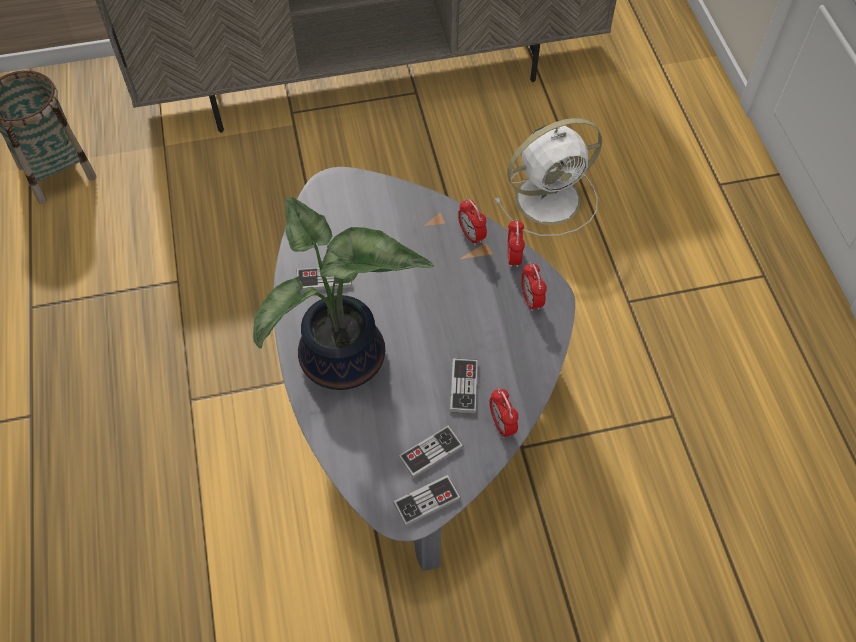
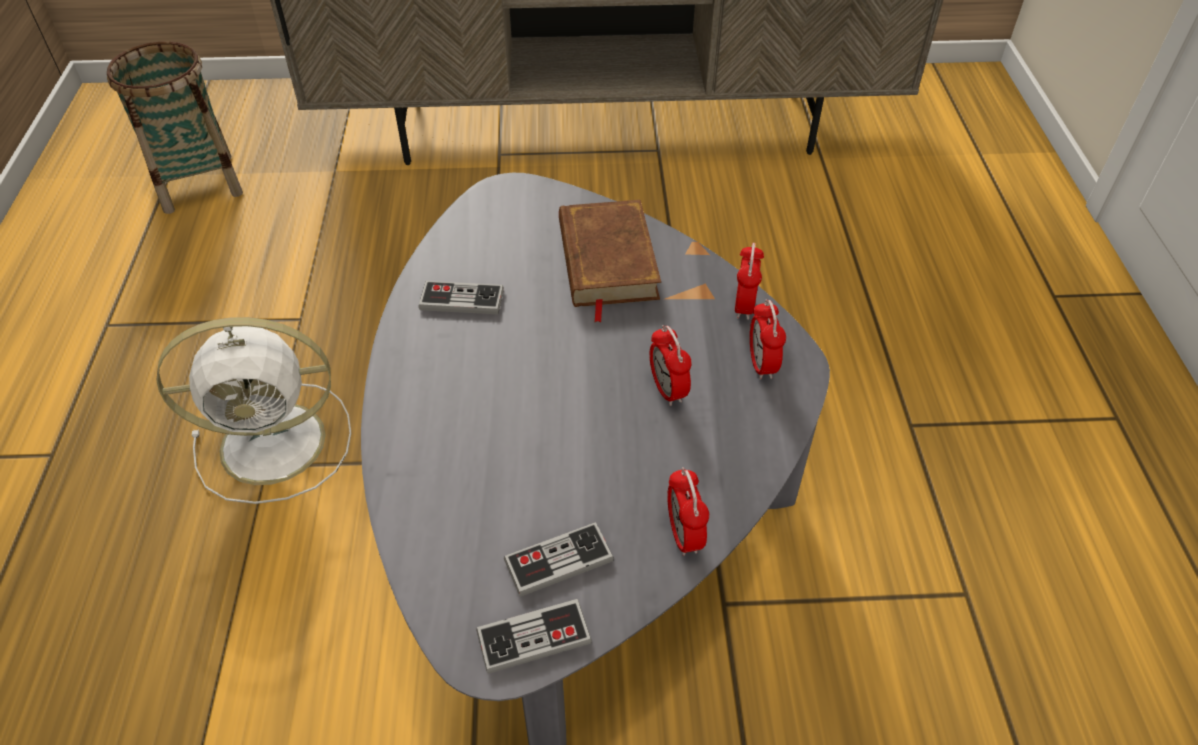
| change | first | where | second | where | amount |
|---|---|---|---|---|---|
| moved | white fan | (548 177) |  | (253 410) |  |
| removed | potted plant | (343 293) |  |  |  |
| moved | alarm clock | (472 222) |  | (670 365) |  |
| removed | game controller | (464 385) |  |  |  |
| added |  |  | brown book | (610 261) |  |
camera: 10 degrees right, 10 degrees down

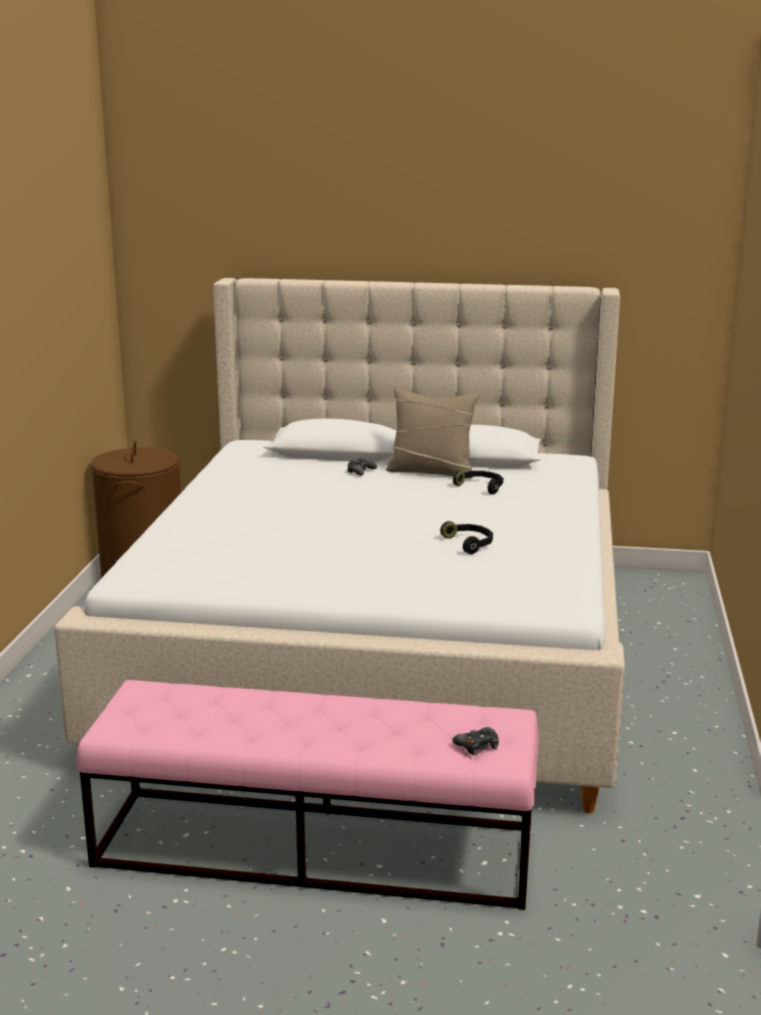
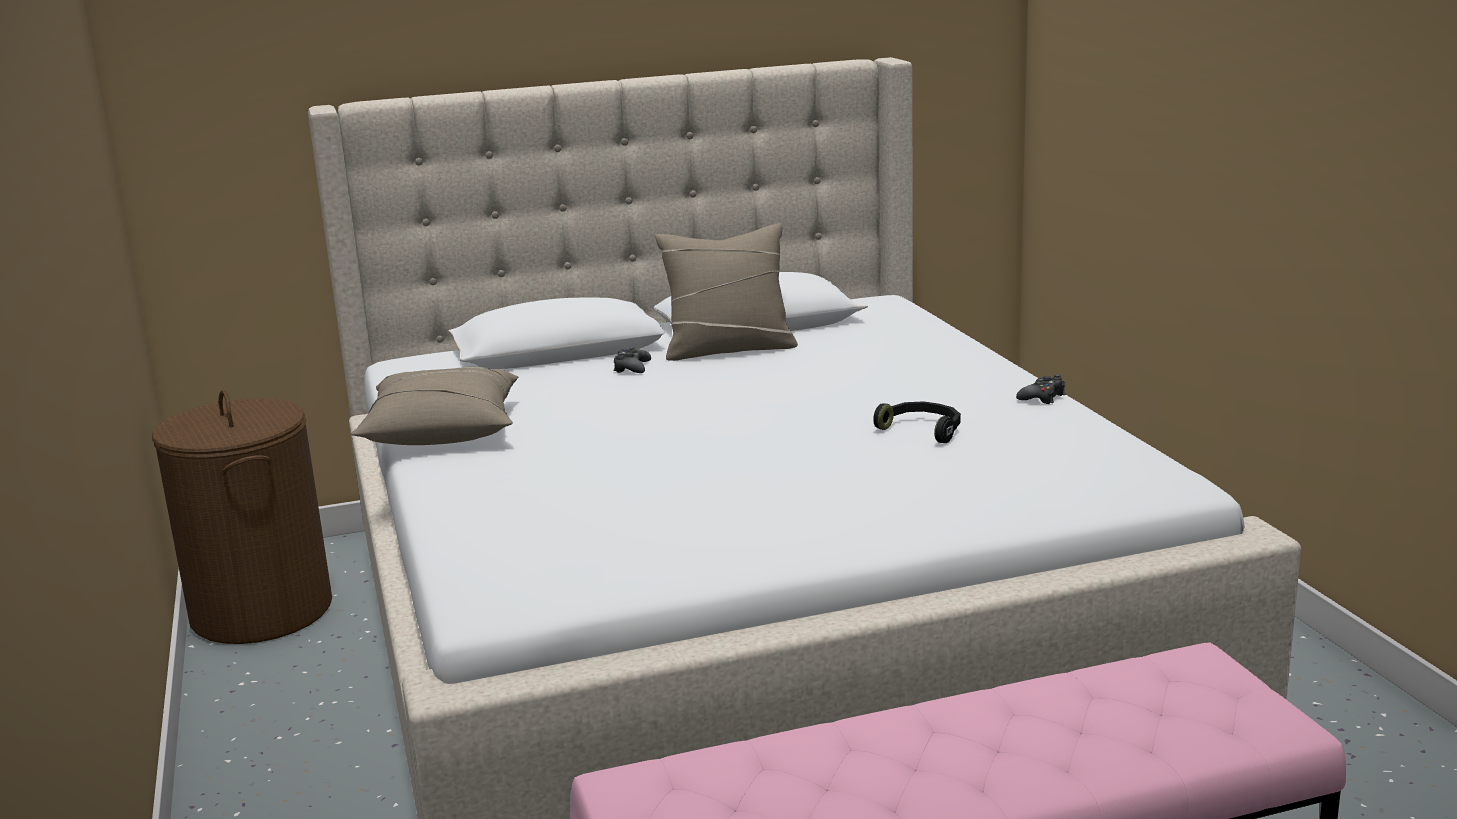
| change | first | where | second | where | amount |
|---|---|---|---|---|---|
| removed | black headphones | (478 482) |  |  |  |
| moved | black game controller | (476 741) |  | (1041 389) |  |
| added |  |  | beige pillow | (434 406) |  |
camera: 25 degrees left, 0 degrees up

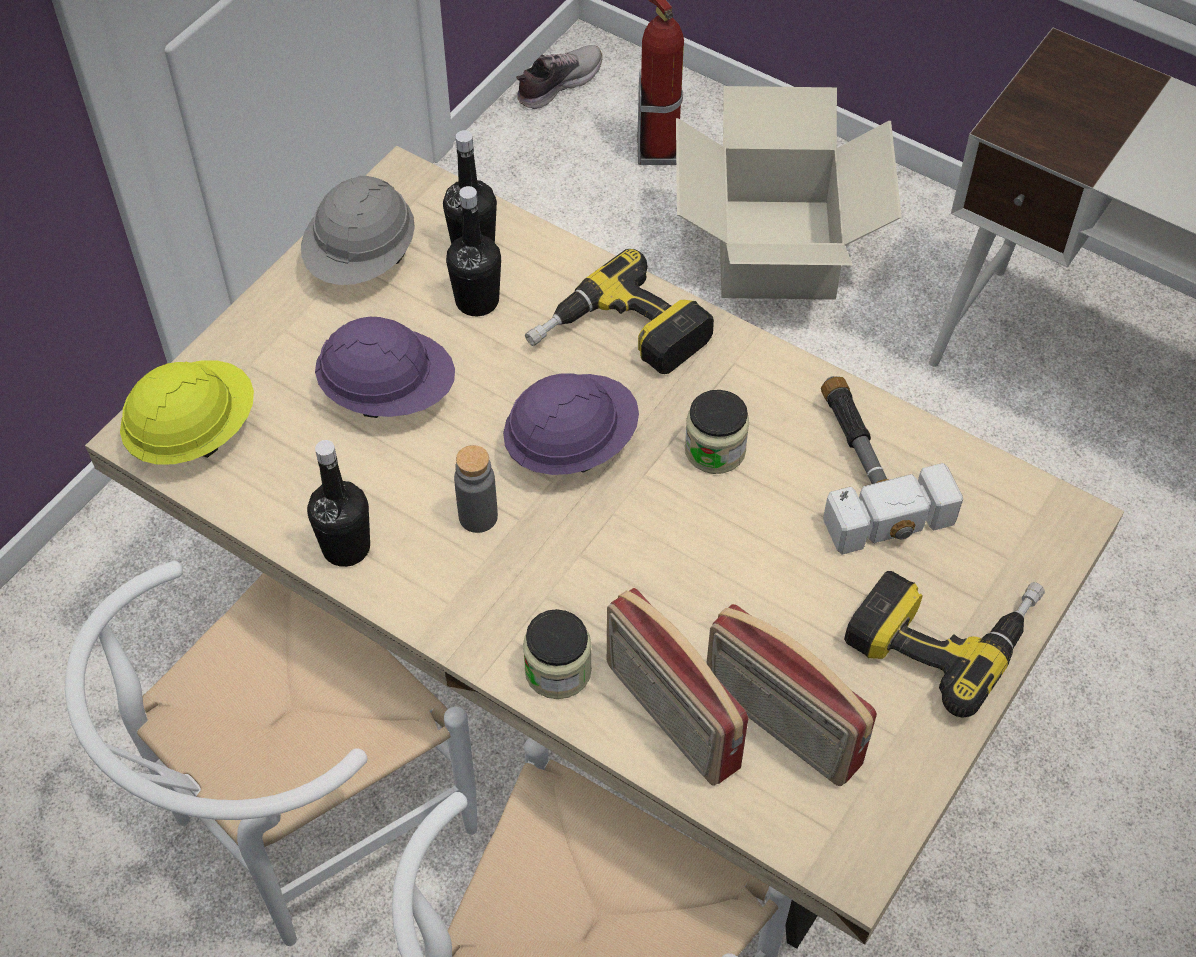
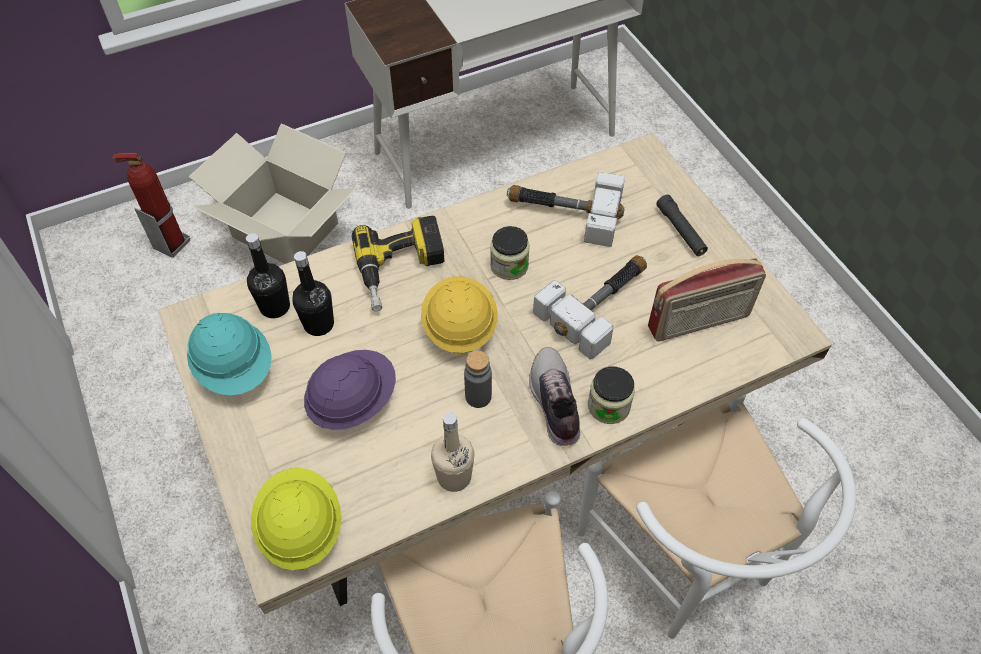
| change | first | where | second | where | amount |
|---|---|---|---|---|---|
| moved | shoe | (559 77) |  | (554 396) |  |
| recoloured | grey hard hat | (358 230) | turquoise hard hat | (229 354) |  |
| recoloured | purple hard hat | (571 424) | yellow hard hat | (459 314) |  |
| recoloured | black bottle | (338 503) | beige bottle | (453 452) |  |
| replaced | power drill | (944 644) | black flashlight | (682 225) |  |
| removed | radio | (677 687) |  |  |  |
| added |  |  | hammer | (590 307) |  |
camera: 60 degrees left, 0 degrees up

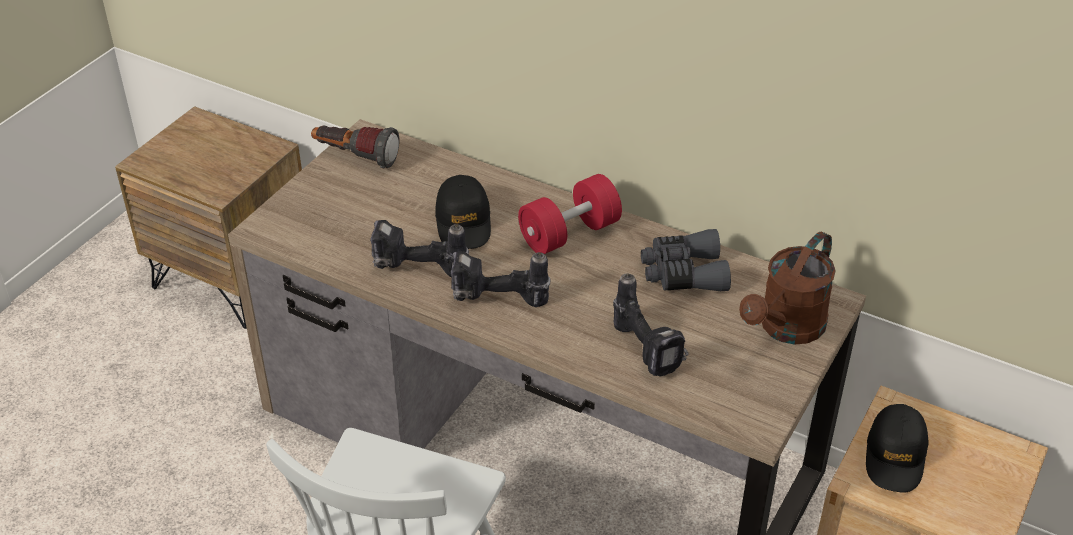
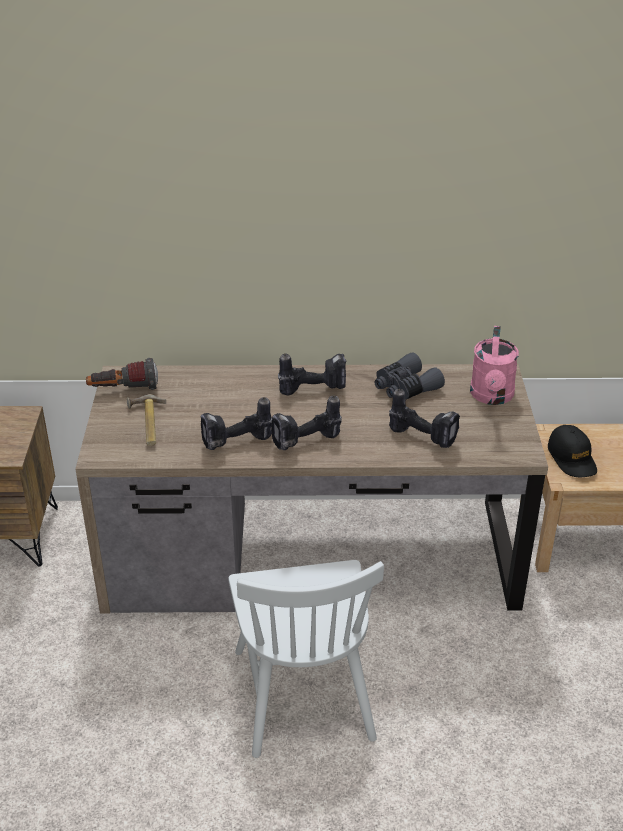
| change | first | where | second | where | amount |
|---|---|---|---|---|---|
| replaced | red dumbbell | (570 214) | power drill | (312 374) |  |
| removed | black cap | (463 212) |  |  |  |
| recoloured | brown watering can | (787 288) | pink watering can | (494 365) |  |
| added |  |  | hammer | (146 420) |  |
camera: 30 degrees left, 5 degrees down

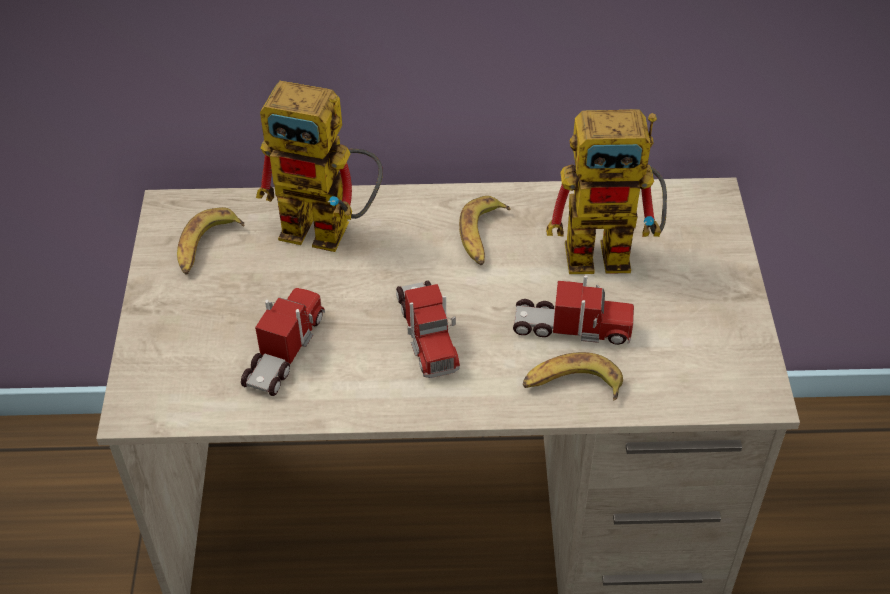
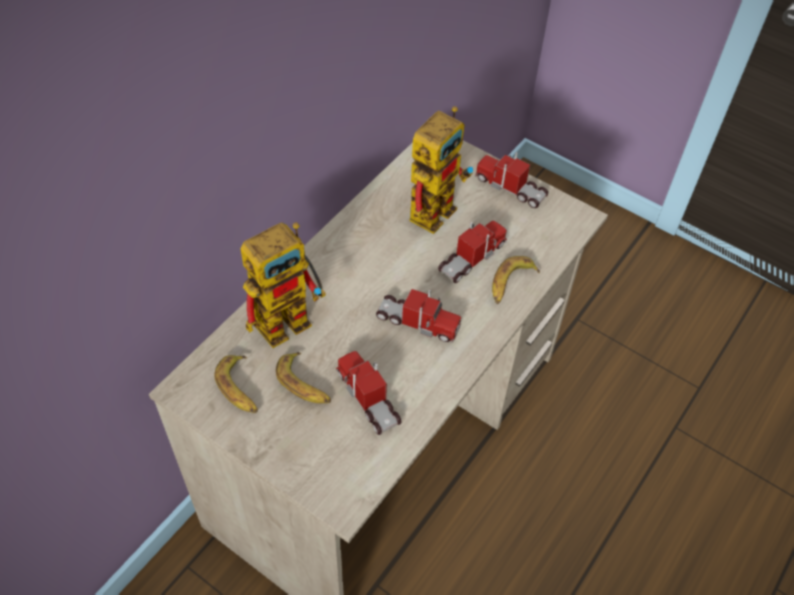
| change | first | where | second | where | amount |
|---|---|---|---|---|---|
| moved | banana | (485 230) |  | (303 377) |  |
| added |  |  | toy truck | (511 180) |  |
camera: 55 degrees left, 5 degrees up

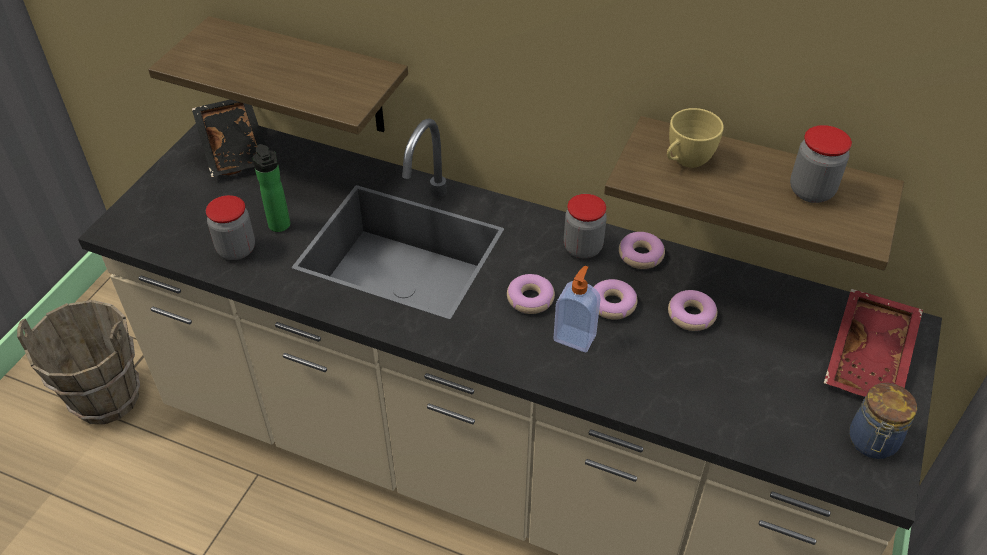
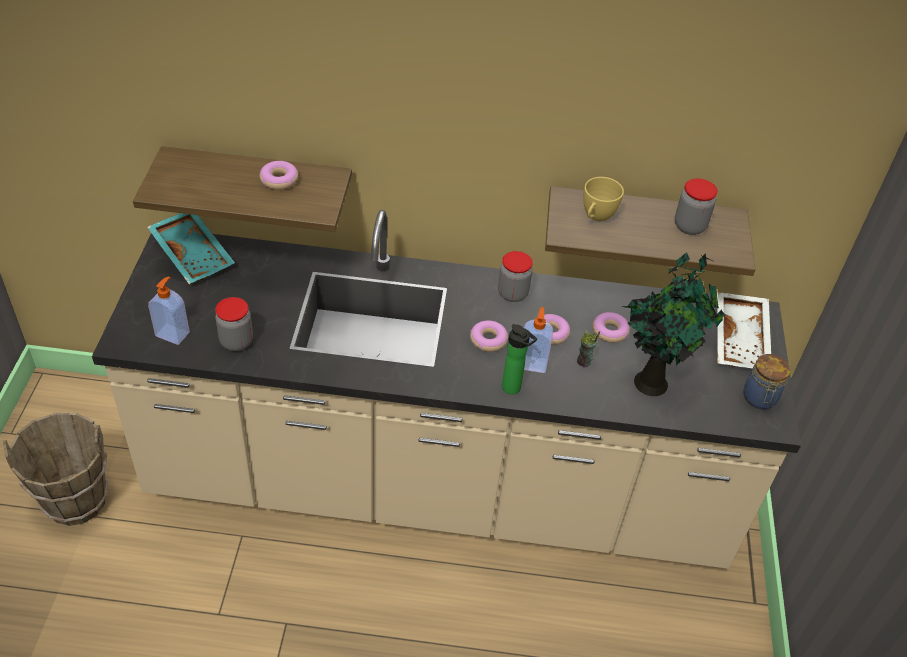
| change | first | where | second | where | amount |
|---|---|---|---|---|---|
| recoloured | black tray | (229 138) | turquoise tray | (191 248) |  |
| moved | bottle | (271 188) |  | (519 359) |  |
| moved | donut | (642 250) |  | (279 175) |  |
| recoloured | red tray | (873 343) | white tray | (744 330) |  |
| added |  |  | potted plant | (674 324) |  |
| added |  |  | soap dispenser | (169 311) |  |
| added |  |  | cup | (588 348) |  |
camera: 20 degrees left, 0 degrees up

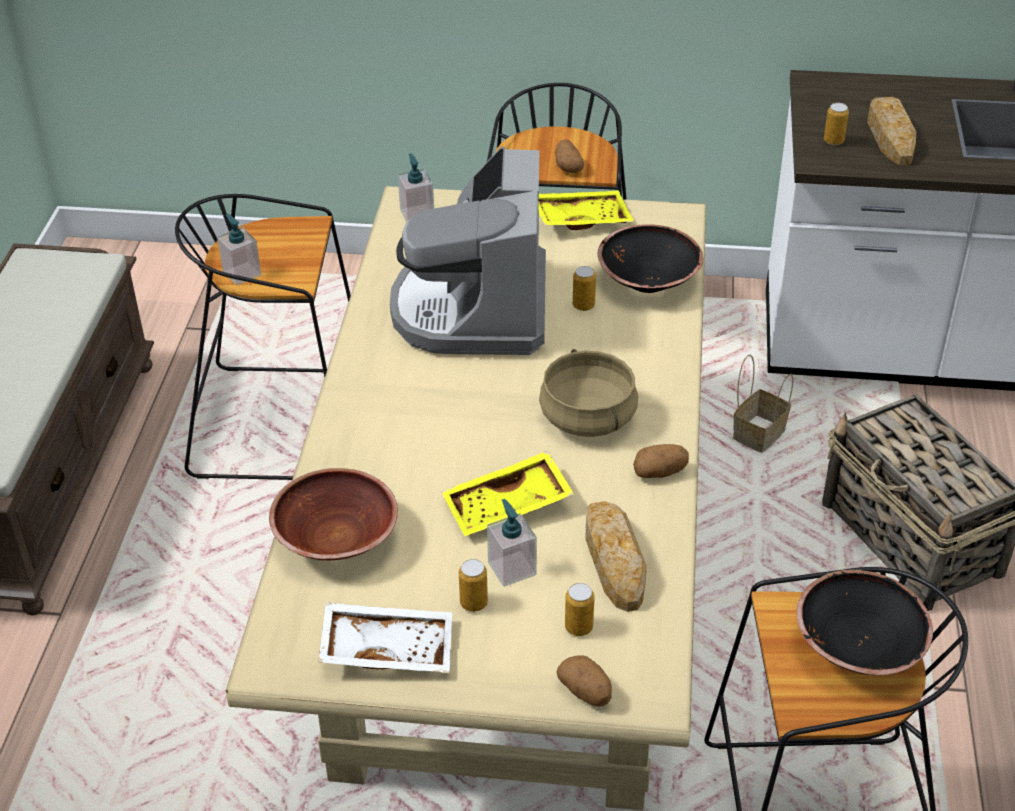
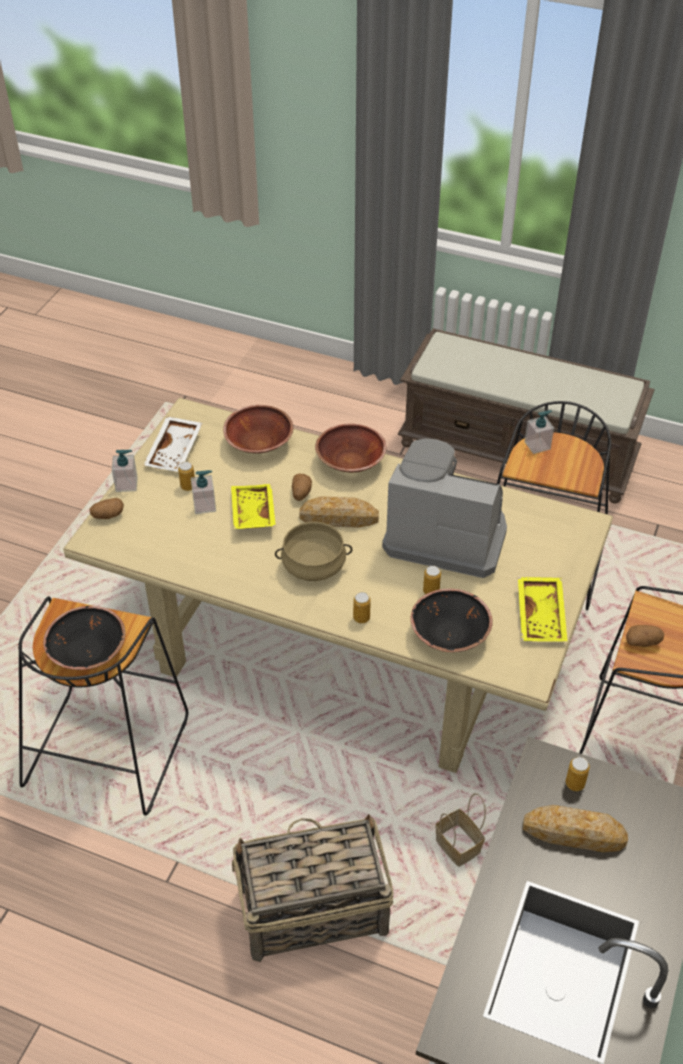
| change | first | where | second | where | amount |
|---|---|---|---|---|---|
| moved | soap dispenser | (416 188) |  | (125 471) |  |
| moved | potato | (661 461) |  | (302 487) |  |
| moved | bread | (616 556) |  | (339 512) |  |
| moved | can | (579 609) |  | (362 607) |  |
| added |  |  | brown bowl | (350 447) |  |
camera: 105 degrees right, 5 degrees up

